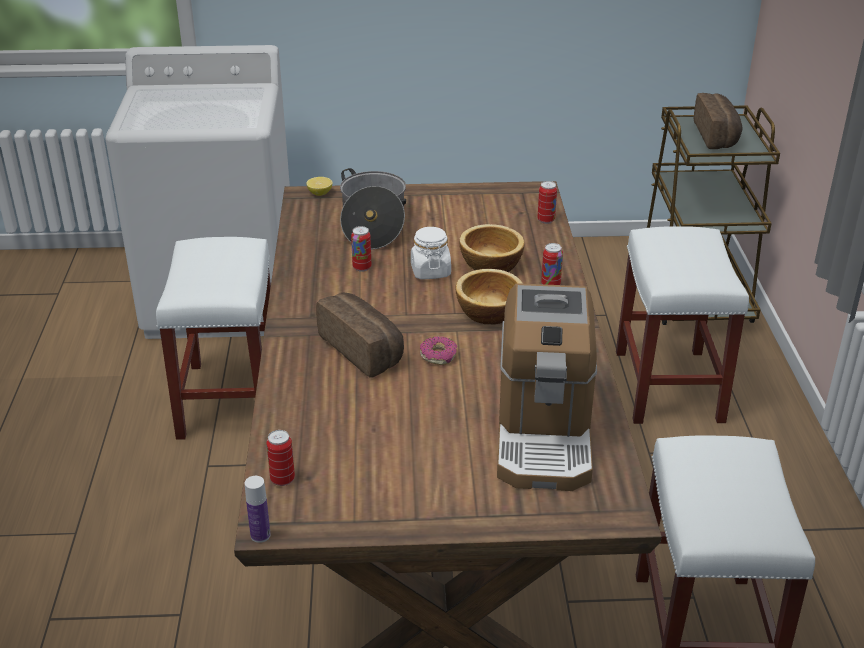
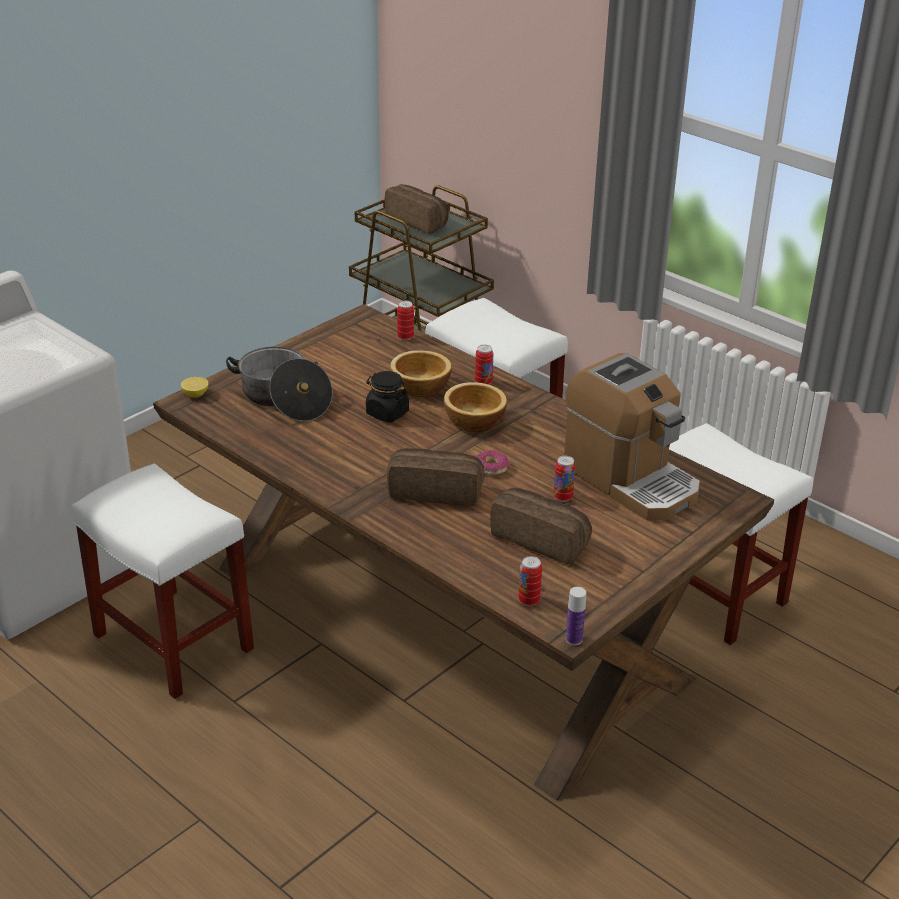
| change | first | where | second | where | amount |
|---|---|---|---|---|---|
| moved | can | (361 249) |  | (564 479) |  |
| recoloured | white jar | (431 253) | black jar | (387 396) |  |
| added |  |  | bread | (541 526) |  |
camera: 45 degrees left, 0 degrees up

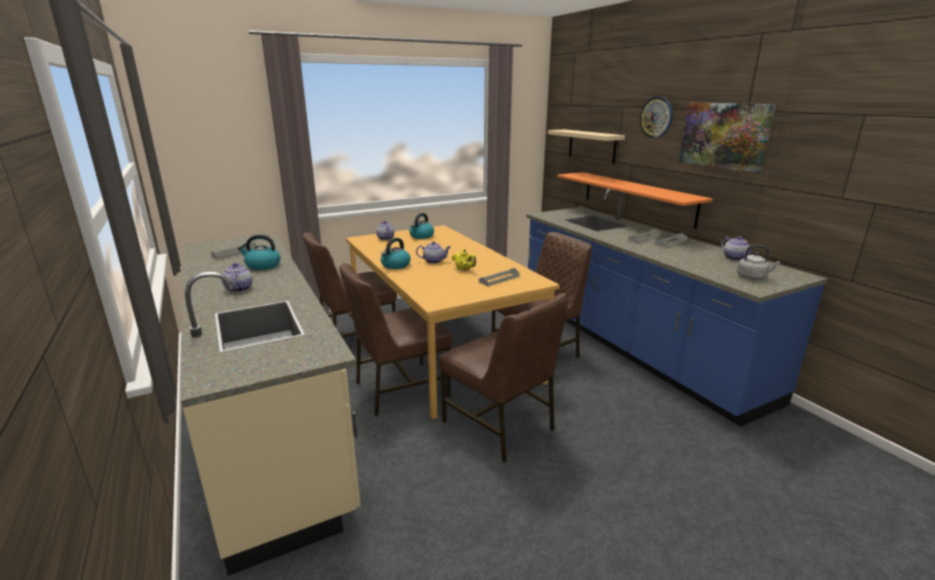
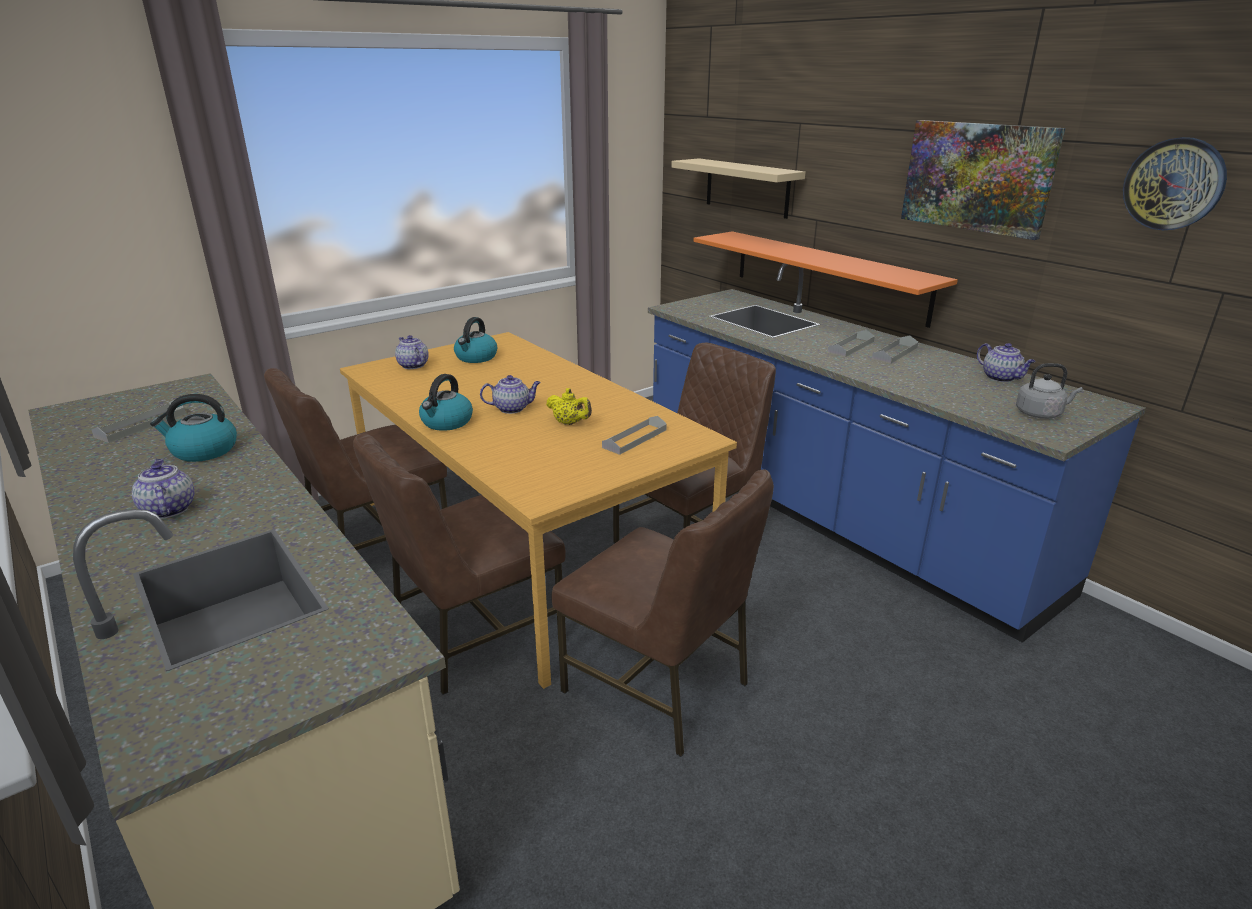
| change | first | where | second | where | amount |
|---|---|---|---|---|---|
| moved | wall clock | (656 117) |  | (1175 183) |  |
camera: 10 degrees left, 5 degrees up

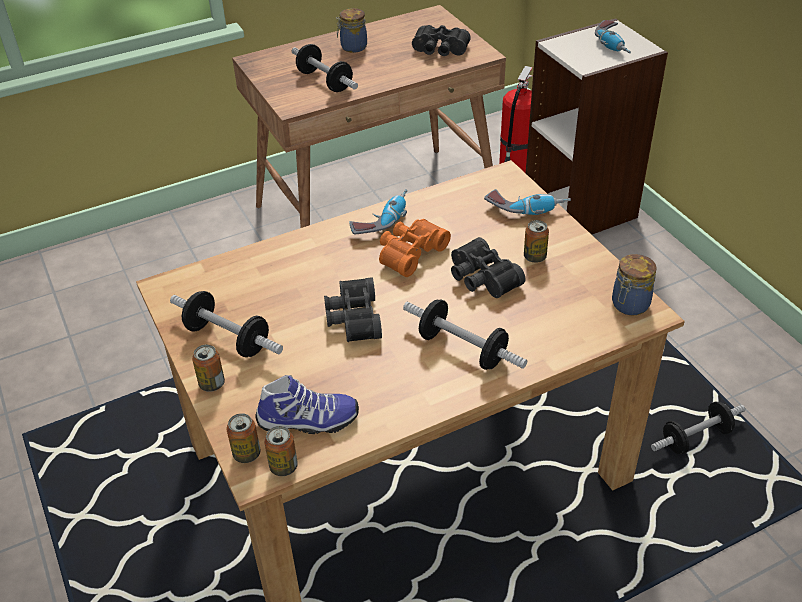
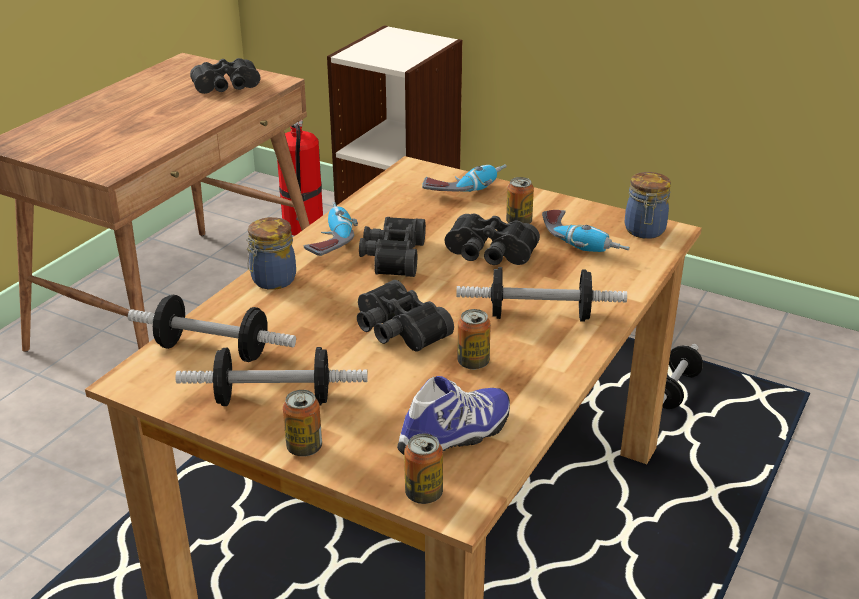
| change | first | where | second | where | amount |
|---|---|---|---|---|---|
| moved | jar | (351 30) |  | (271 253) |  |
| moved | power drill | (613 37) |  | (586 231) |  |
| moved | dumbbell | (325 68) |  | (212 328) |  |
| recoloured | orange binoculars | (415 248) | black binoculars | (392 247) |  |
| moved | can | (281 451) |  | (474 339) |  |
camera: 35 degrees left, 10 degrees down

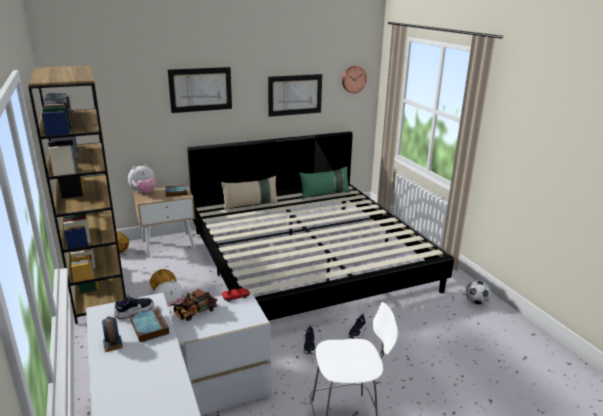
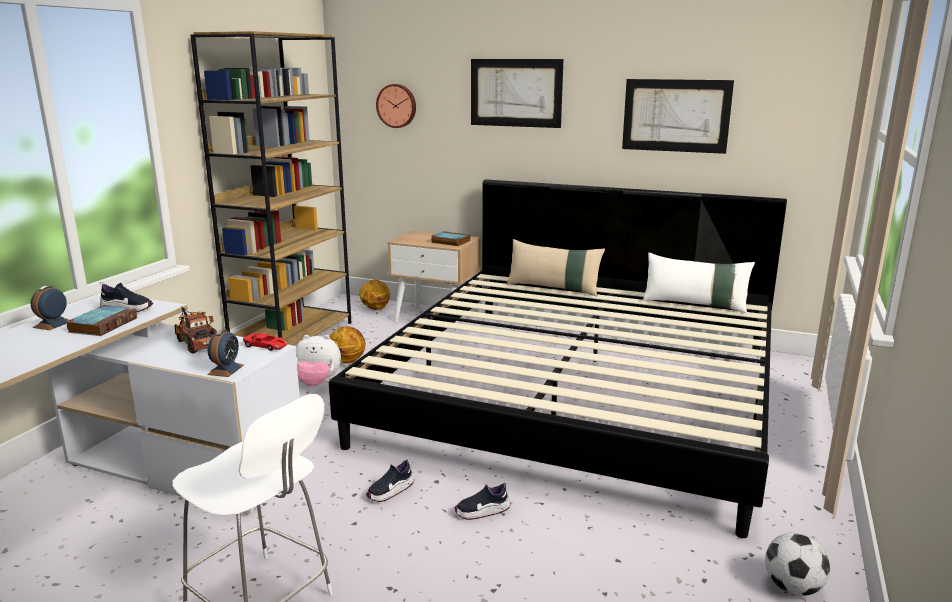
| change | first | where | second | where | amount |
|---|---|---|---|---|---|
| moved | wall clock | (354 79) |  | (396 106) |  |
| removed | plush toy | (142 178) |  |  |  |
| recoloured | green pillow | (324 182) | white pillow | (699 283) |  |
| turned | toy truck | (193 304) |  | (196 330) | 45 degrees clockwise |
| added |  |  | alarm clock | (225 353) |  |
camera: 45 degrees right, 5 degrees down

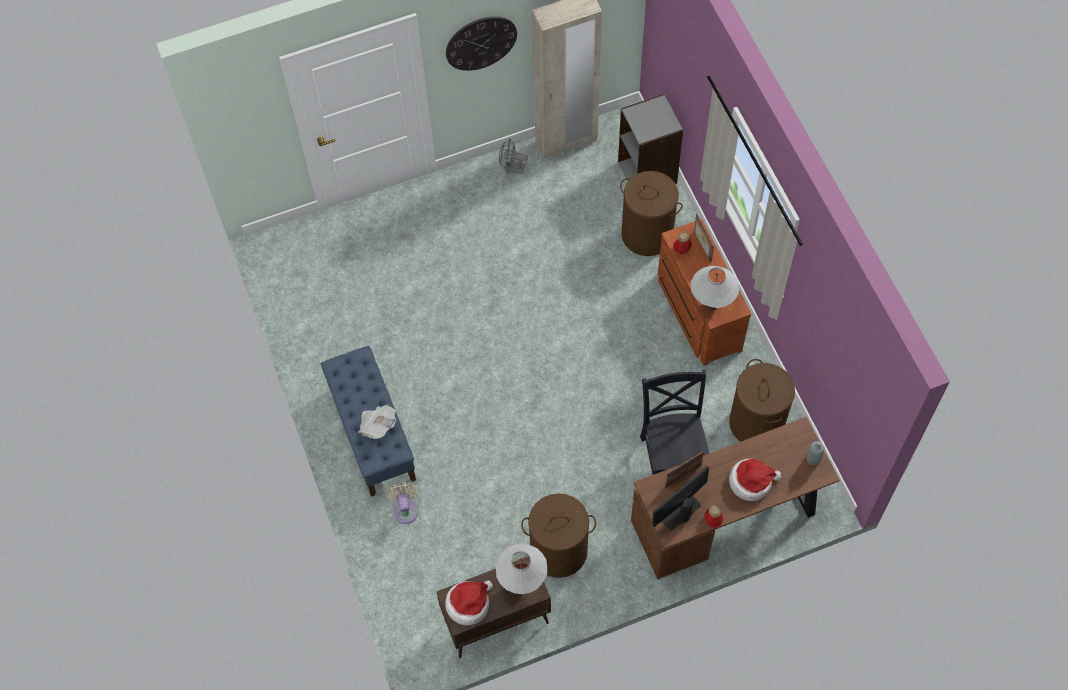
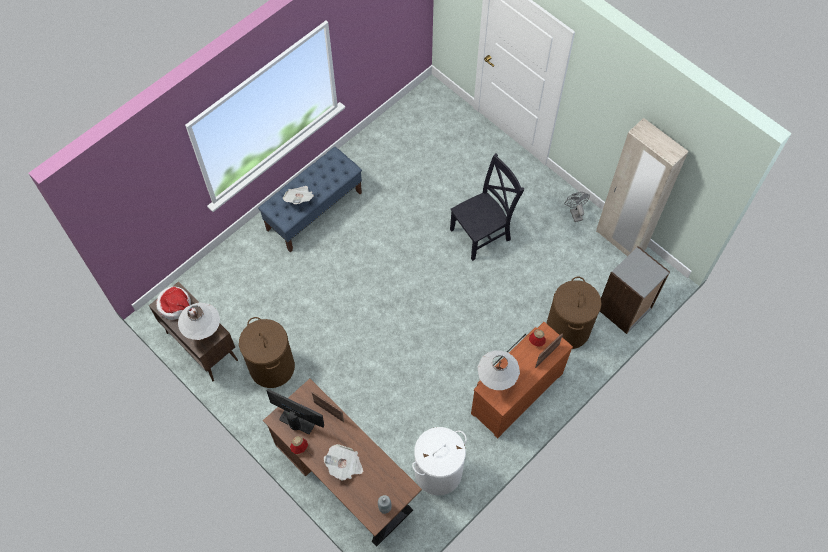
| change | first | where | second | where | amount |
|---|---|---|---|---|---|
| removed | wall clock | (481 43) |  |  |  |
| recoloured | brown laundry basket | (762 400) | white laundry basket | (439 461) |  |
| moved | black chair | (674 422) |  | (487 207) |  |
| replaced | hat | (755 480) | newspaper | (343 462) |  |
| removed | beige fan | (401 503) |  |  |  |
camera: 65 degrees right, 0 degrees up

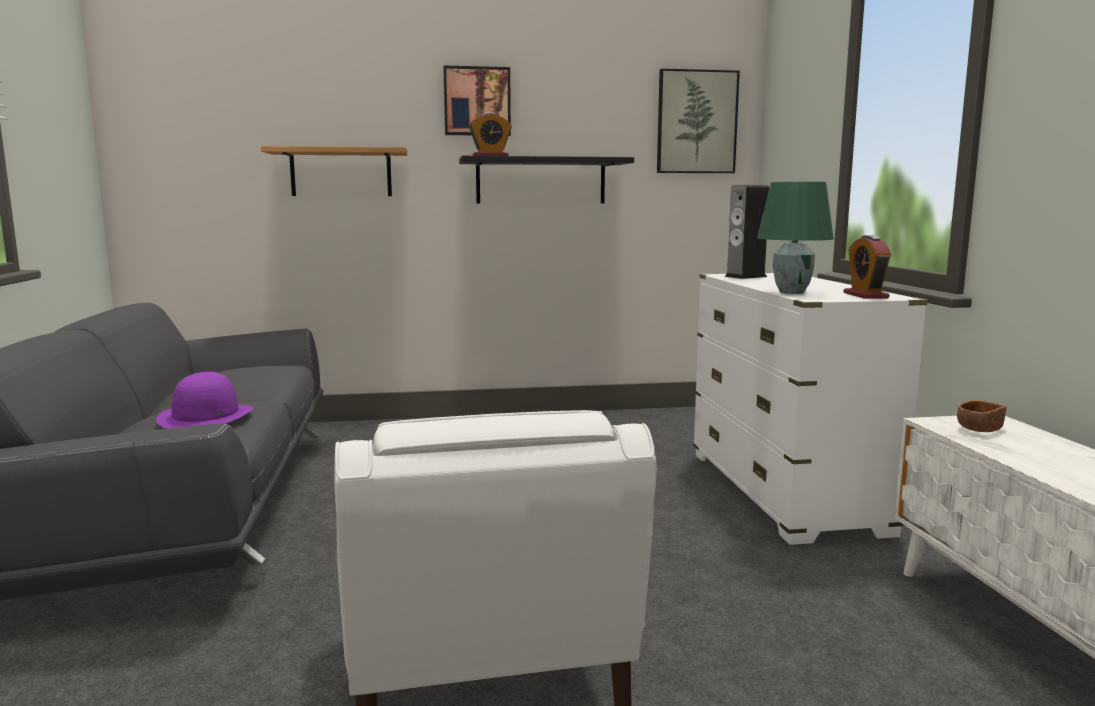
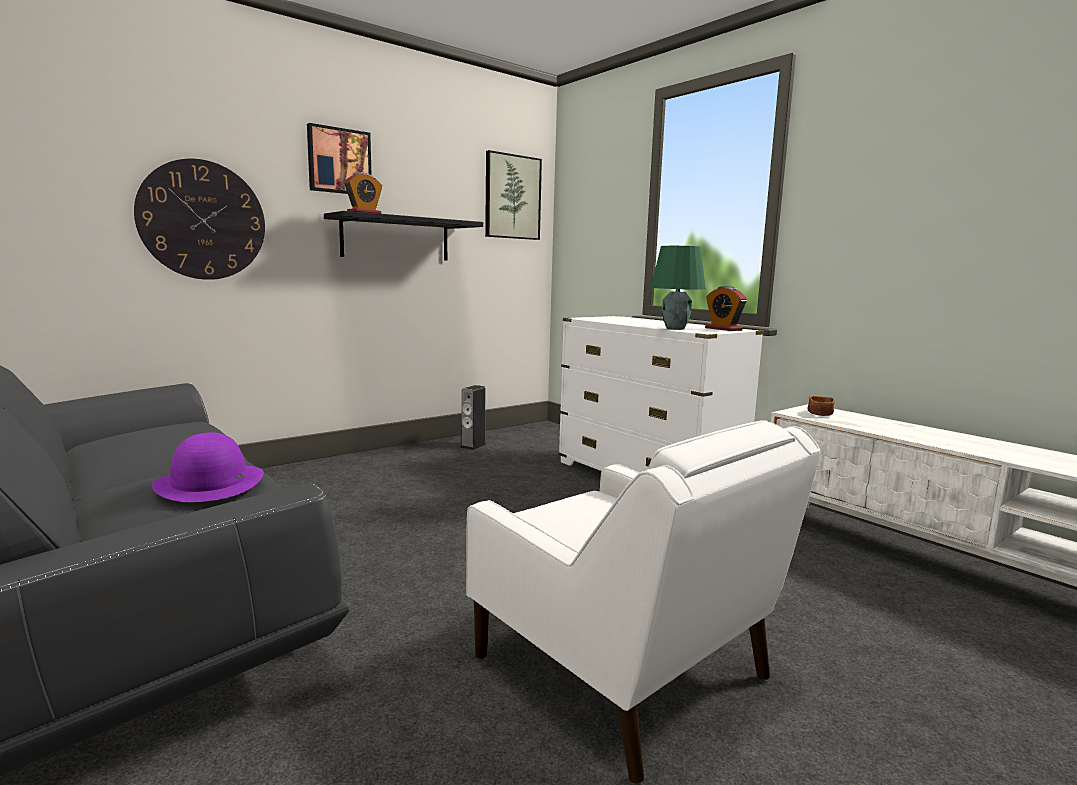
| change | first | where | second | where | amount |
|---|---|---|---|---|---|
| replaced | shelf | (334 171) | wall clock | (199 219) |  |
| moved | speaker | (746 232) |  | (473 417) |  |
camera: 30 degrees left, 0 degrees up

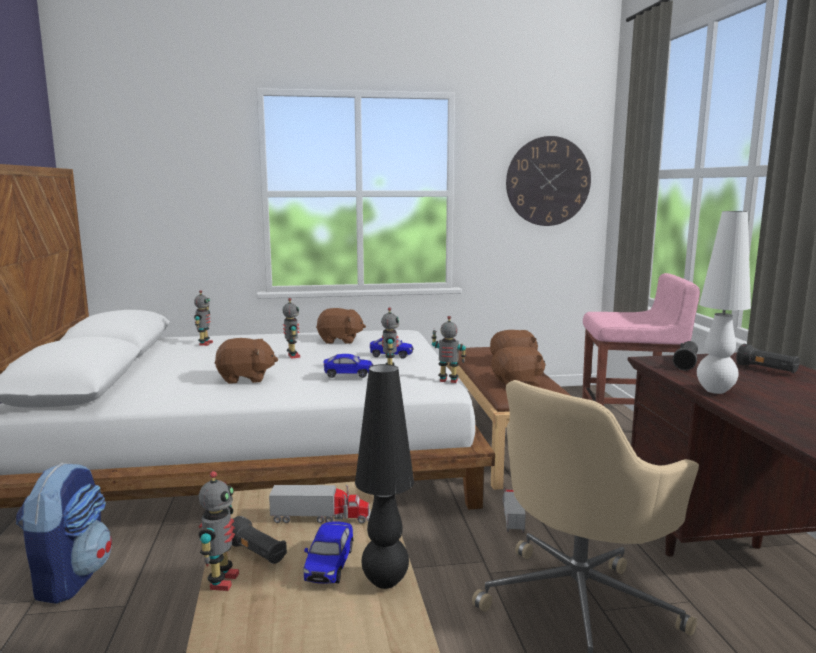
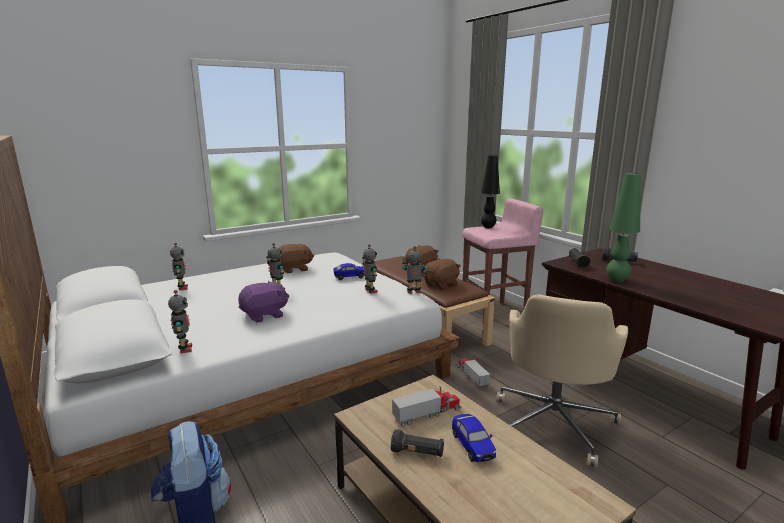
| change | first | where | second | where | amount |
|---|---|---|---|---|---|
| removed | wall clock | (548 181) |  |  |  |
| recoloured | white table lamp | (724 302) | green table lamp | (623 227) |  |
| recoloured | brown plush toy | (246 361) | purple plush toy | (263 302) |  |
| removed | toy car | (348 366) |  |  |  |
| moved | black table lamp | (384 476) |  | (490 191) |  |
| moved | toy robot | (219 531) |  | (180 321) |  |
camera: 25 degrees left, 5 degrees up

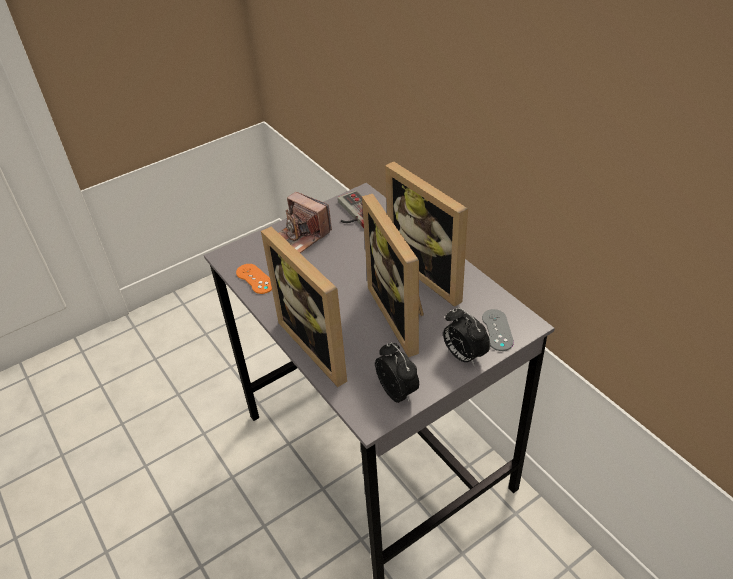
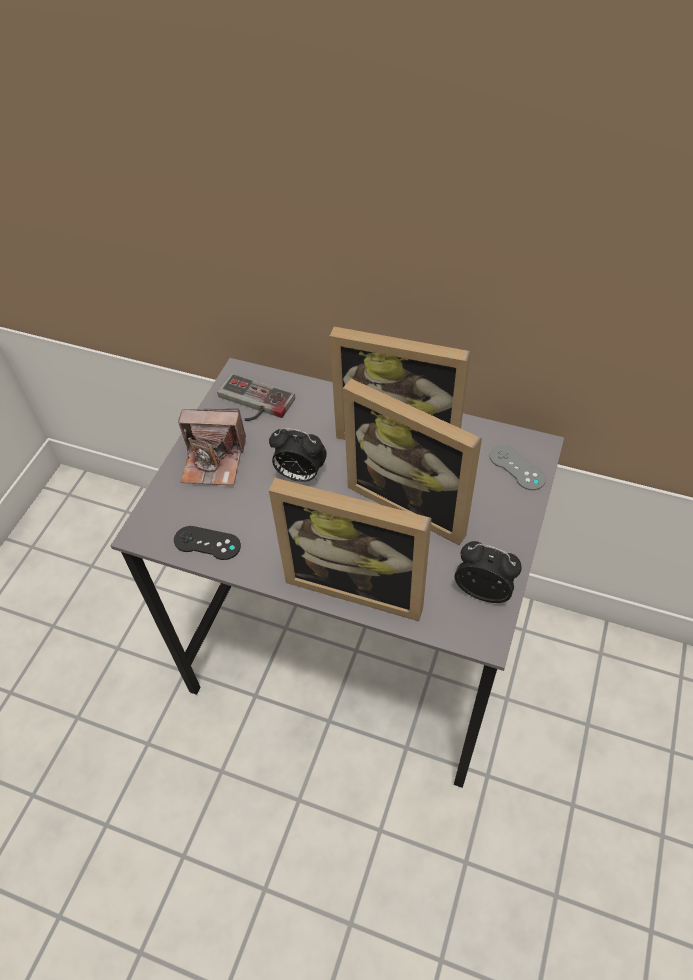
| change | first | where | second | where | amount |
|---|---|---|---|---|---|
| recoloured | orange game controller | (254 279) | black game controller | (207 543) |  |
| moved | alarm clock | (466 336) |  | (298 455) |  |
camera: 35 degrees left, 10 degrees up

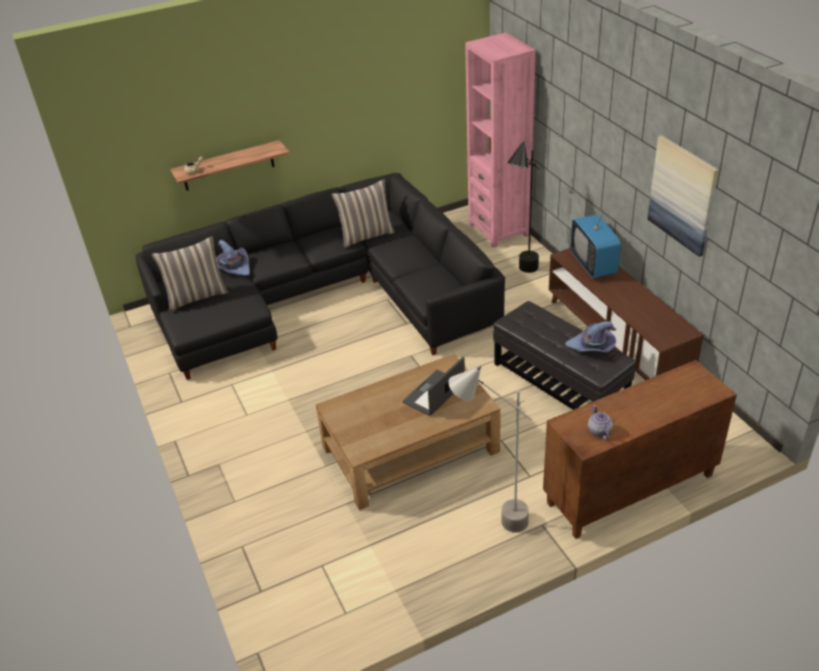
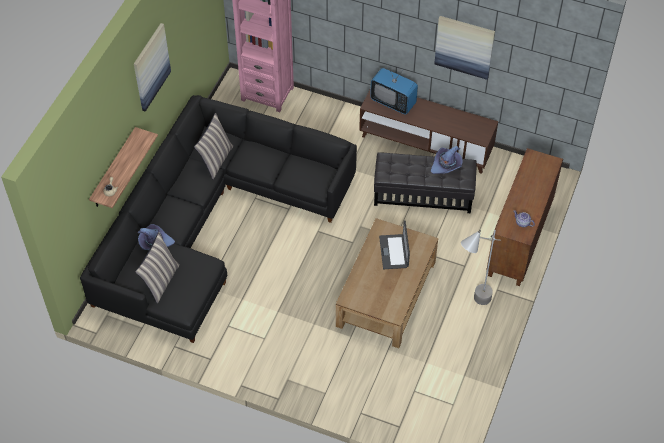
| change | first | where | second | where | amount |
|---|---|---|---|---|---|
| removed | black floor lamp | (523 206) |  |  |  |
| added |  |  | picture | (152 67) |  |
camera: 45 degrees left, 15 degrees up

